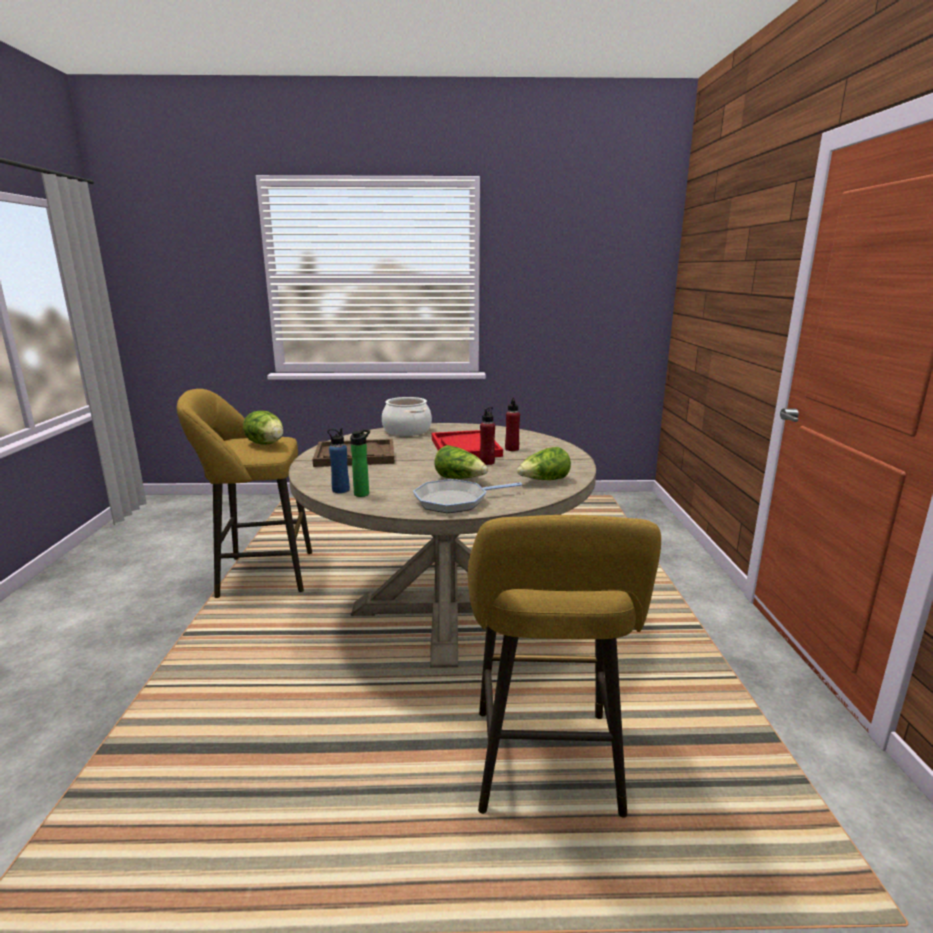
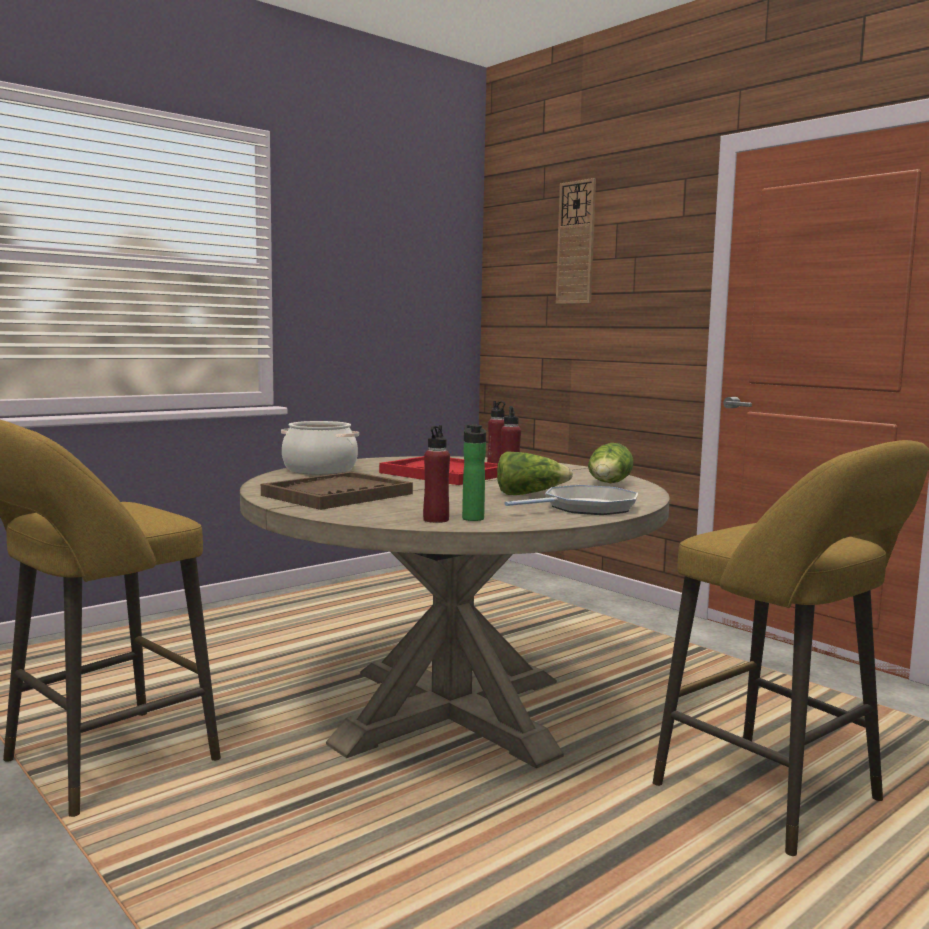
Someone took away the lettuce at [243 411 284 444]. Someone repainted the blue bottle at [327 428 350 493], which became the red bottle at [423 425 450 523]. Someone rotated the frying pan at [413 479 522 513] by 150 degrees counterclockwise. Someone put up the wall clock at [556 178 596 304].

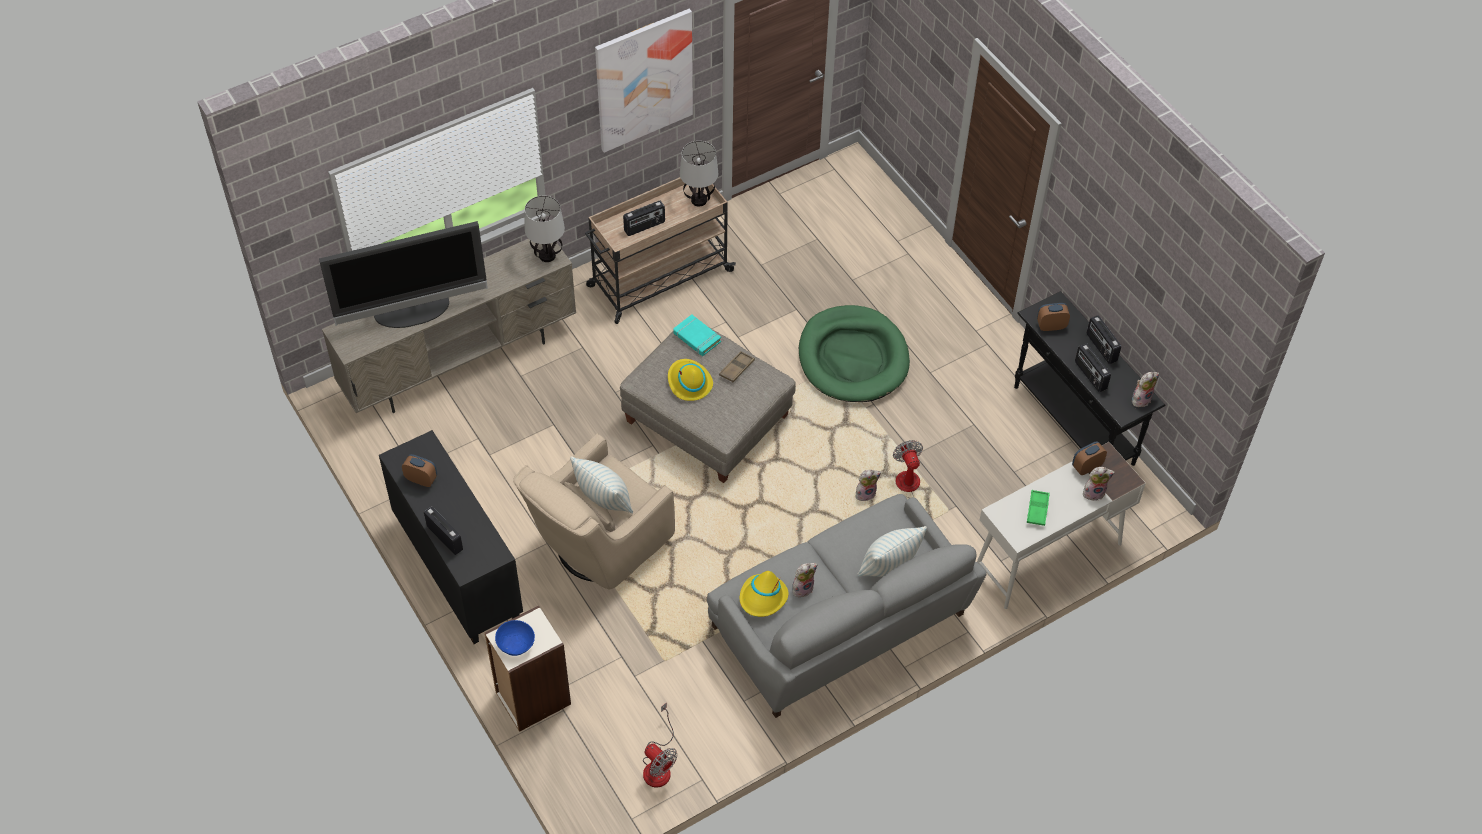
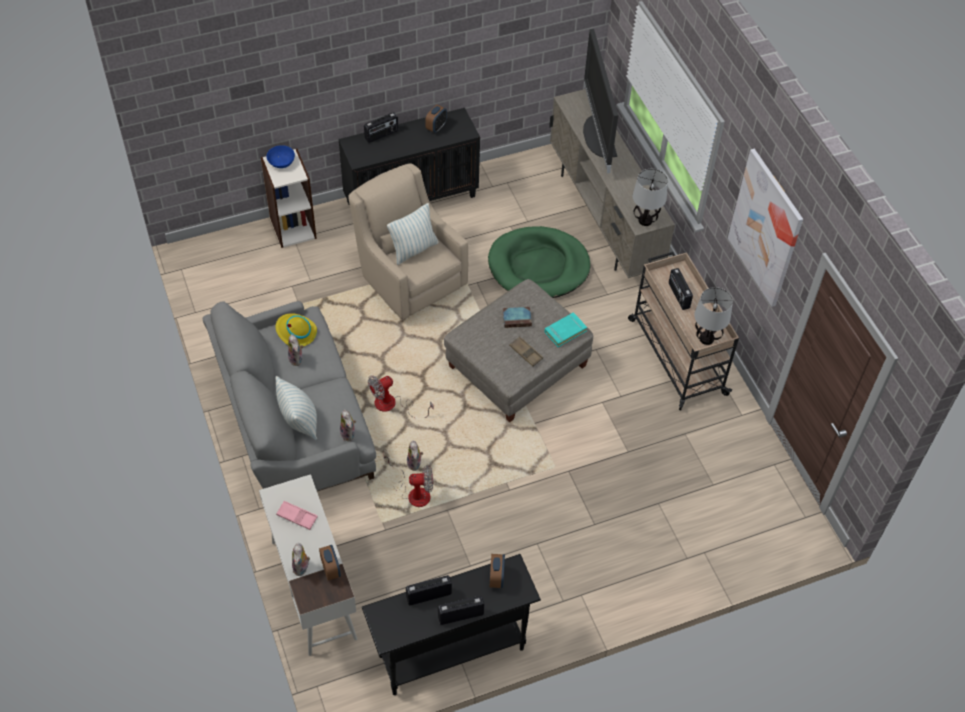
Someone carried the green dog bed from [799 305 910 402] to [488 226 590 298]. Someone swapped the yellow hat at [668 359 713 401] for the book at [503 307 532 328]. Someone carried the plush toy from [1132 372 1159 407] to [340 409 356 441]. Someone repainted the green tray at [1027 490 1050 526], which became the pink tray at [276 501 318 530]. Someone carried the fan from [643 702 677 788] to [368 376 434 418].

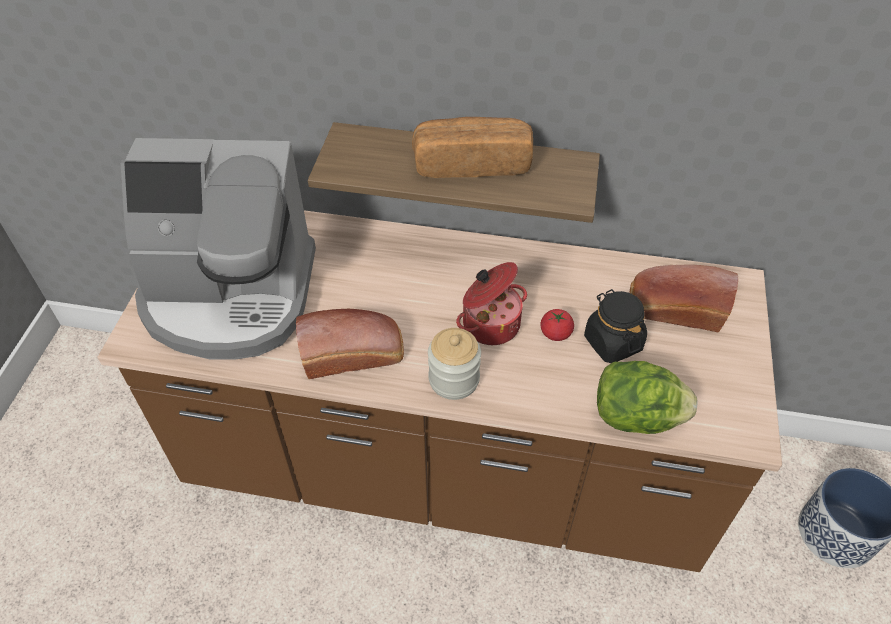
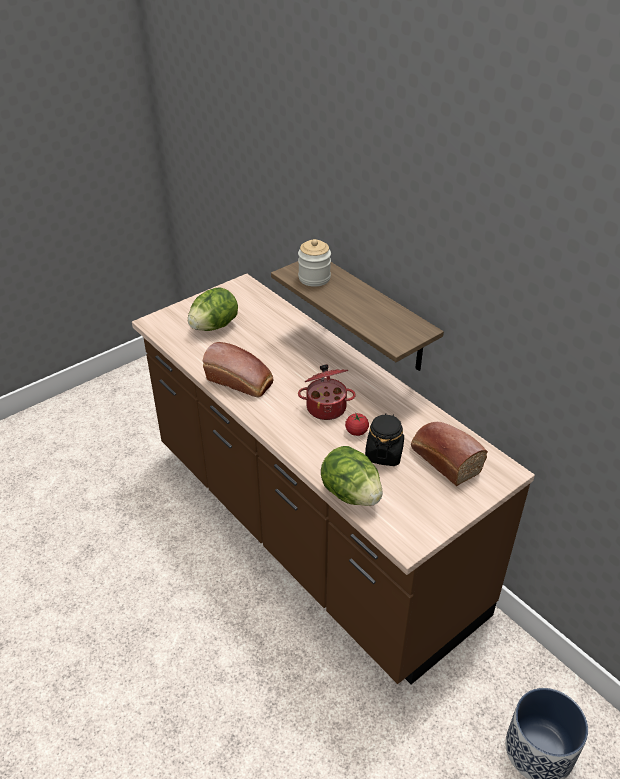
Someone took away the bread at [412 117 533 178]. Someone swapped the coffee machine at [121 138 316 360] for the lettuce at [188 288 238 331]. Someone carried the jar from [428 328 481 400] to [298 239 331 287].

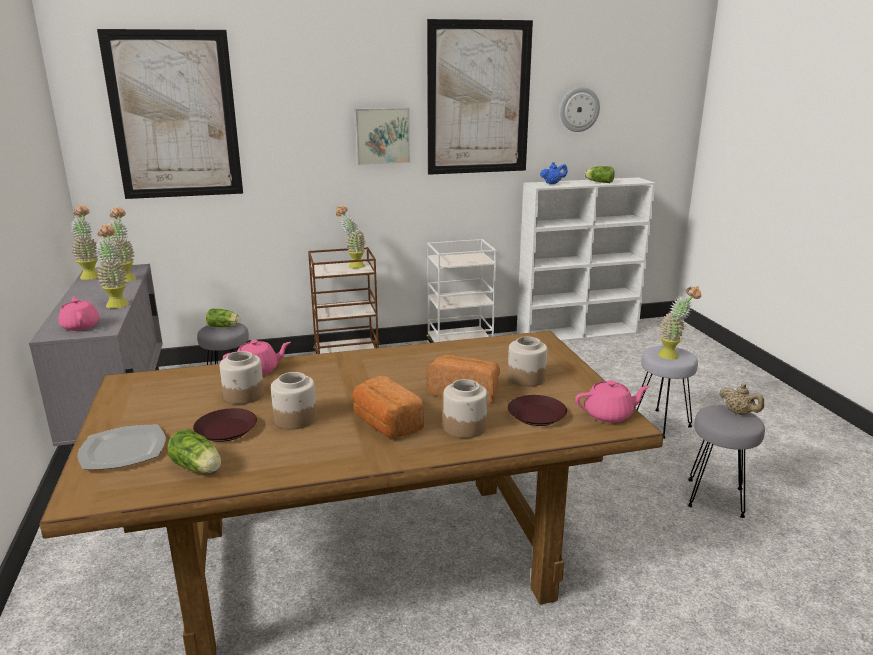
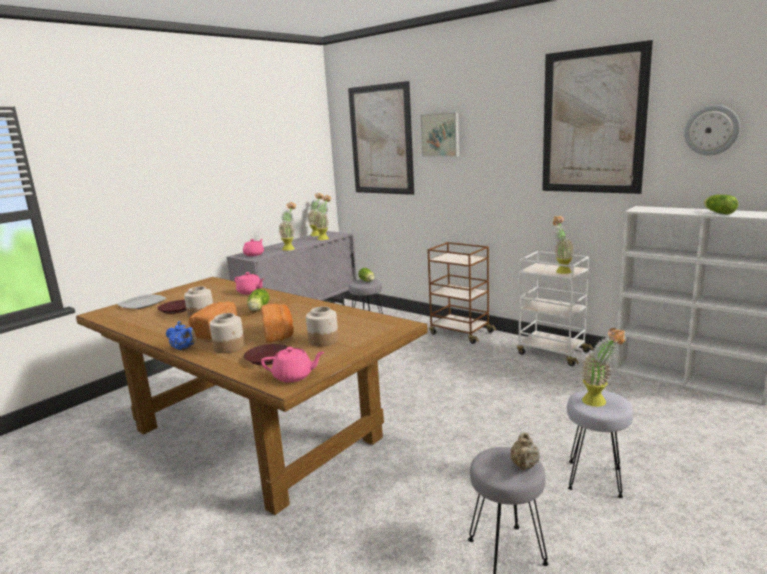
Someone carried the picture from [355 108 410 165] to [421 112 459 157]. Someone carried the blue teapot from [540 162 568 184] to [166 321 196 350]. Someone carried the potted plant from [336 206 366 269] to [553 216 574 274]. Someone took away the jar at [220 351 264 404]. Someone rotated the pink teapot at [575 380 650 423] by 45 degrees counterclockwise. Someone carried the lettuce from [167 429 221 473] to [247 289 270 311].

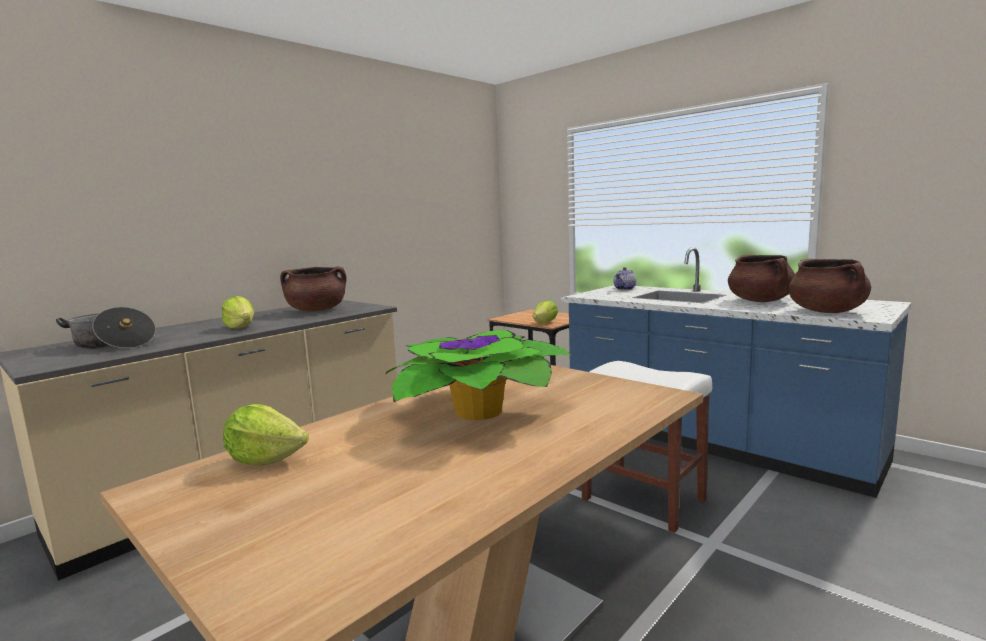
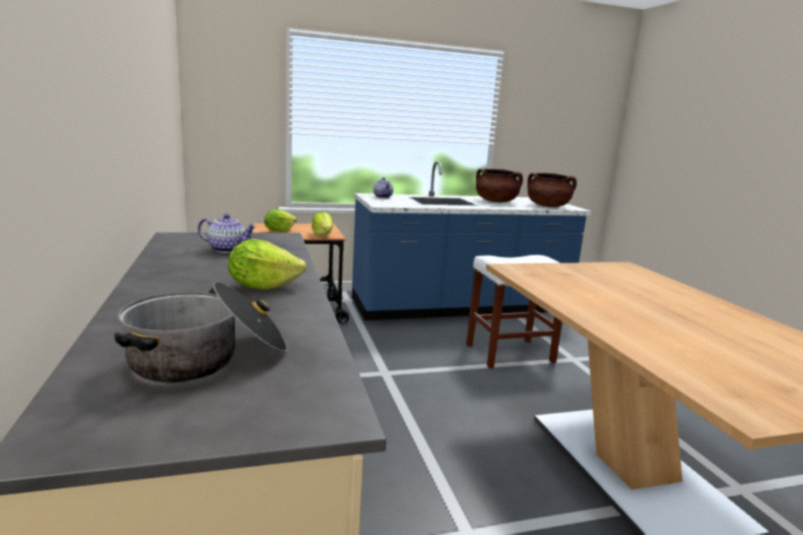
Someone swapped the brown cooking pot at [280 267 347 311] for the teapot at [198 214 257 253]. Someone took away the potted plant at [385 330 573 420]. Someone carried the lettuce from [223 404 309 465] to [264 209 297 232].

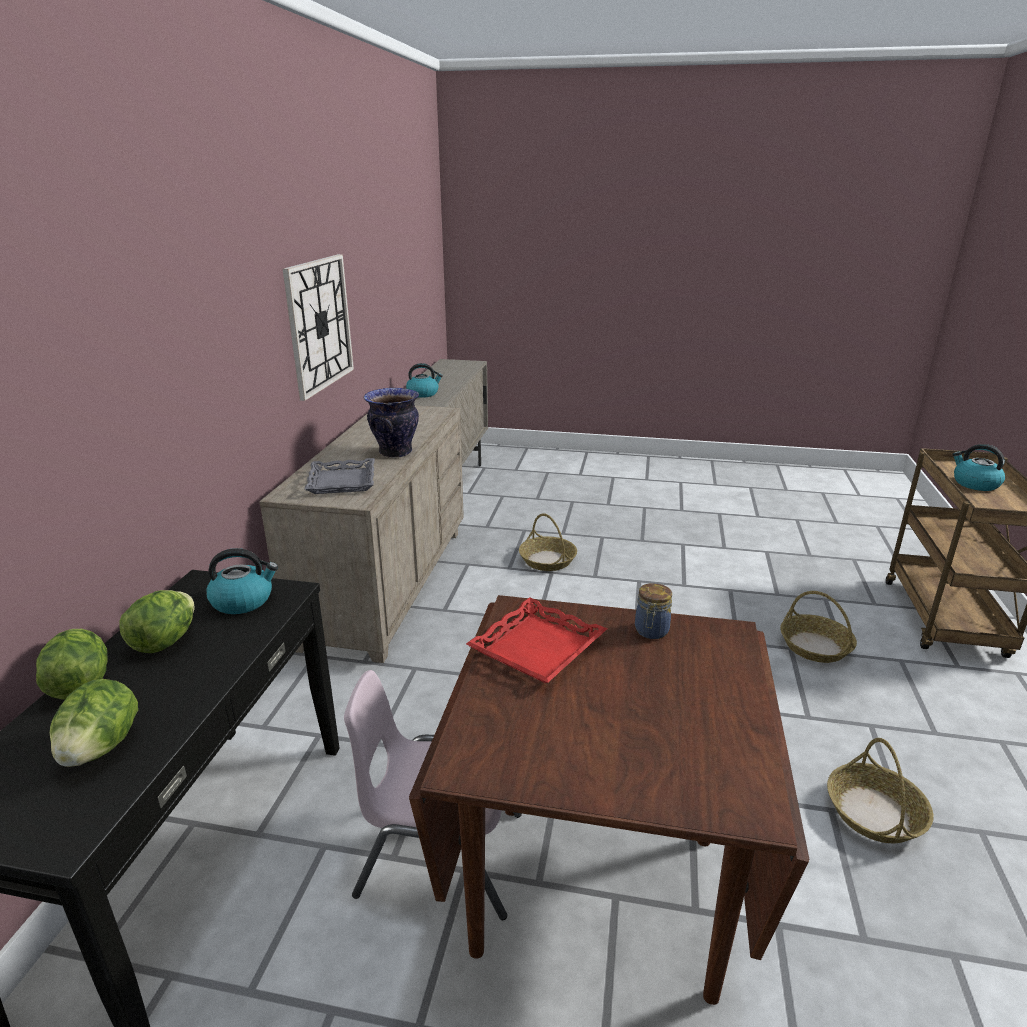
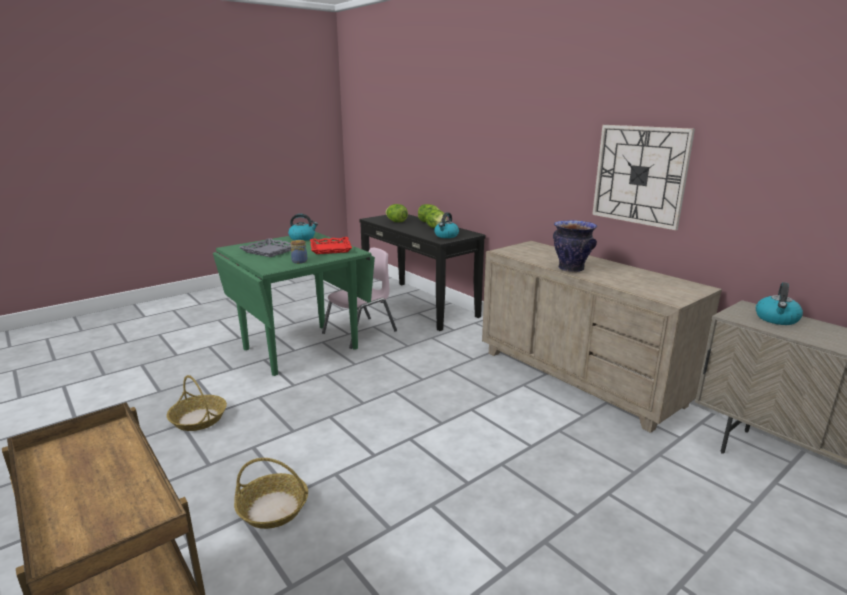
Someone carried the kettle from [952 444 1005 491] to [288 214 318 241]. Someone carried the grey tray from [305 458 375 494] to [239 238 291 257]. Someone took away the basket at [519 513 577 571]. Someone repainted the brown dining table at [409 595 809 1005], which became the green dining table at [213 232 375 376].

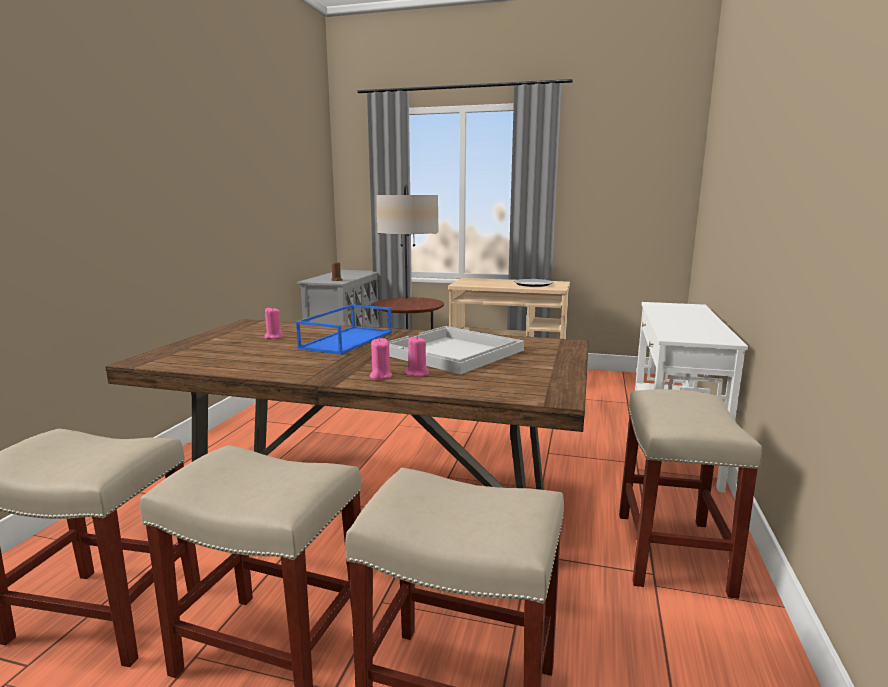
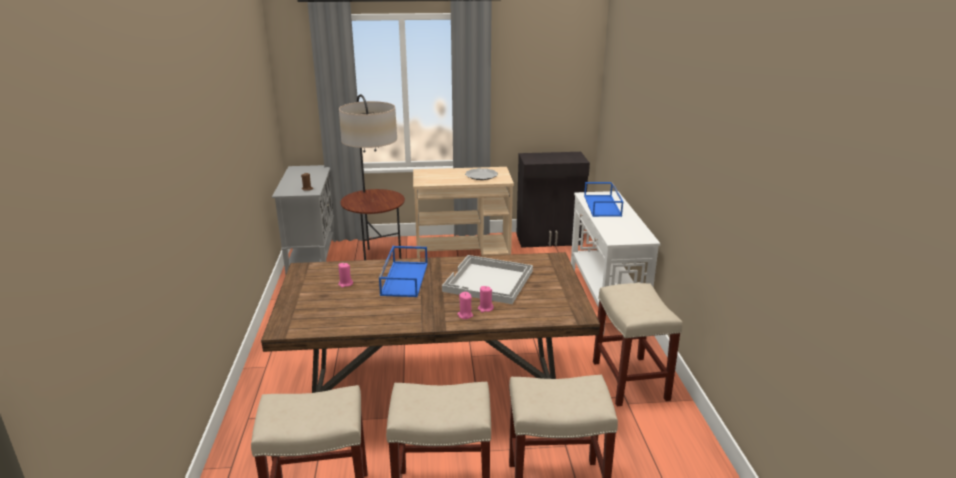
Someone put down the black cabinet at [516 152 590 248]. Someone put down the blue tray at [584 182 623 217].

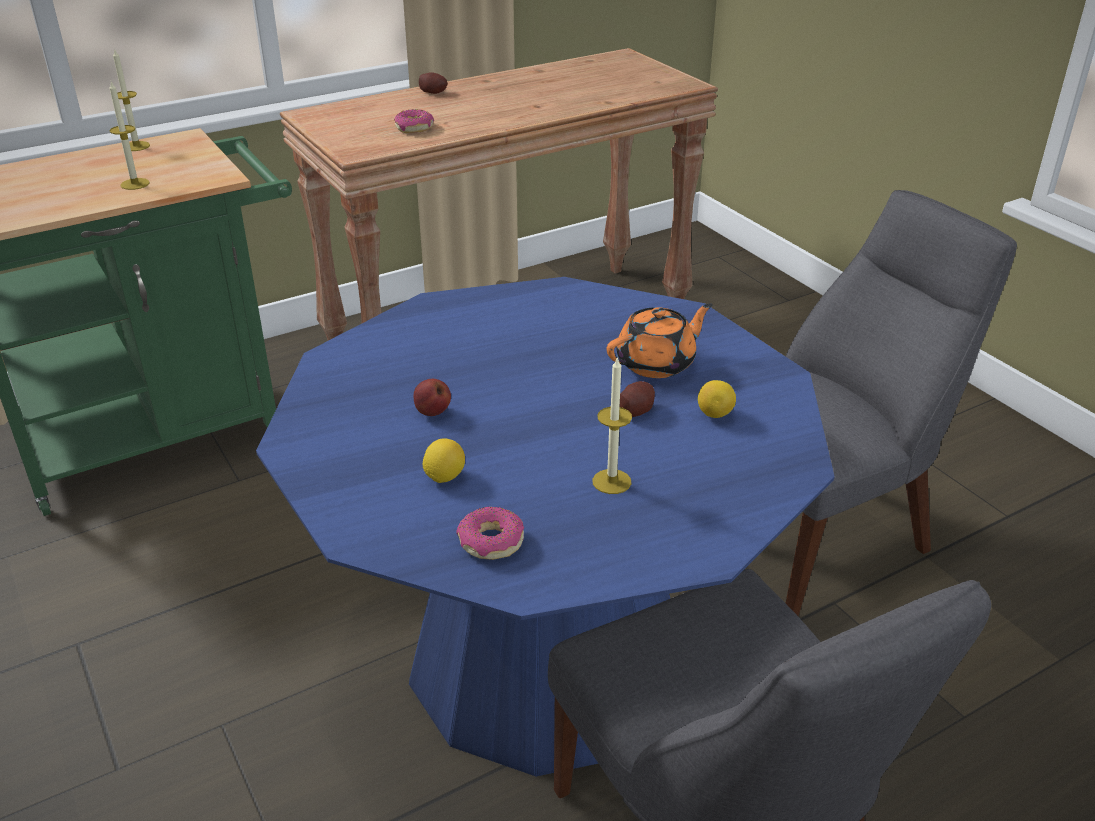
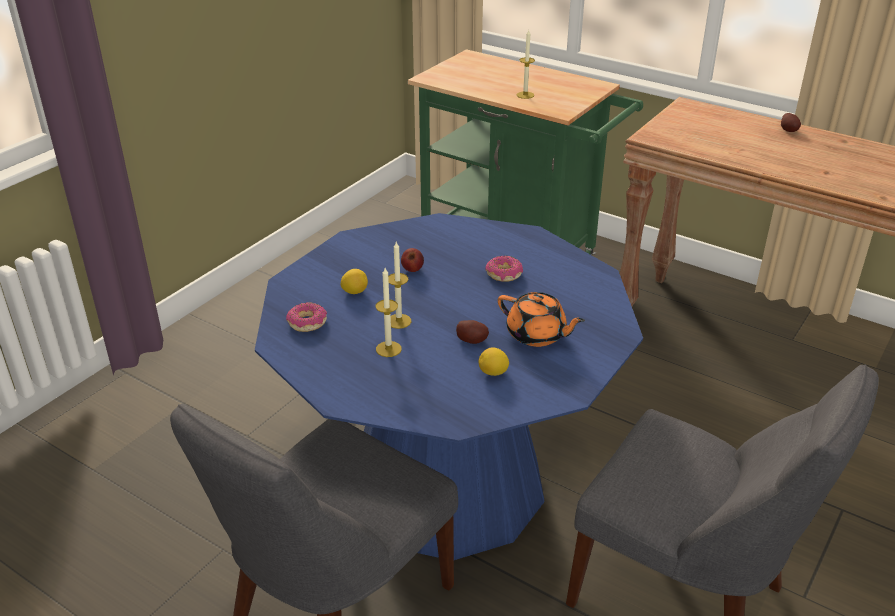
Someone carried the candle from [113 48 150 151] to [388 242 411 329]. Someone carried the donut from [394 109 434 133] to [485 256 523 282].

